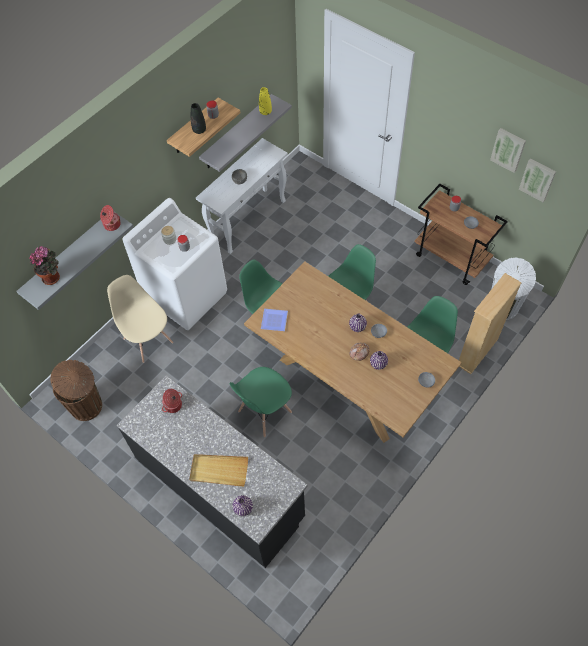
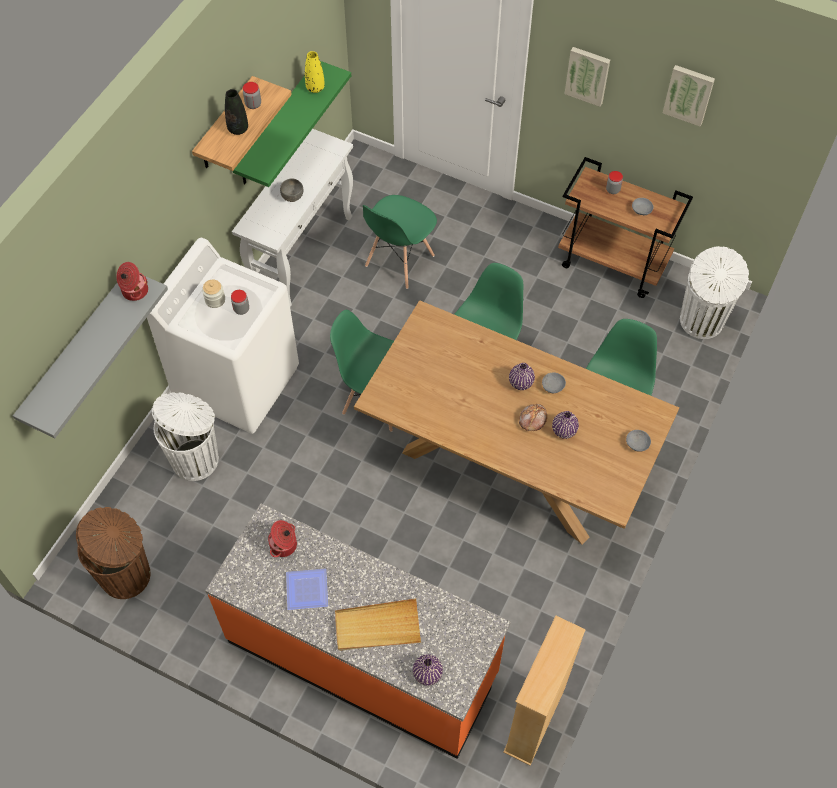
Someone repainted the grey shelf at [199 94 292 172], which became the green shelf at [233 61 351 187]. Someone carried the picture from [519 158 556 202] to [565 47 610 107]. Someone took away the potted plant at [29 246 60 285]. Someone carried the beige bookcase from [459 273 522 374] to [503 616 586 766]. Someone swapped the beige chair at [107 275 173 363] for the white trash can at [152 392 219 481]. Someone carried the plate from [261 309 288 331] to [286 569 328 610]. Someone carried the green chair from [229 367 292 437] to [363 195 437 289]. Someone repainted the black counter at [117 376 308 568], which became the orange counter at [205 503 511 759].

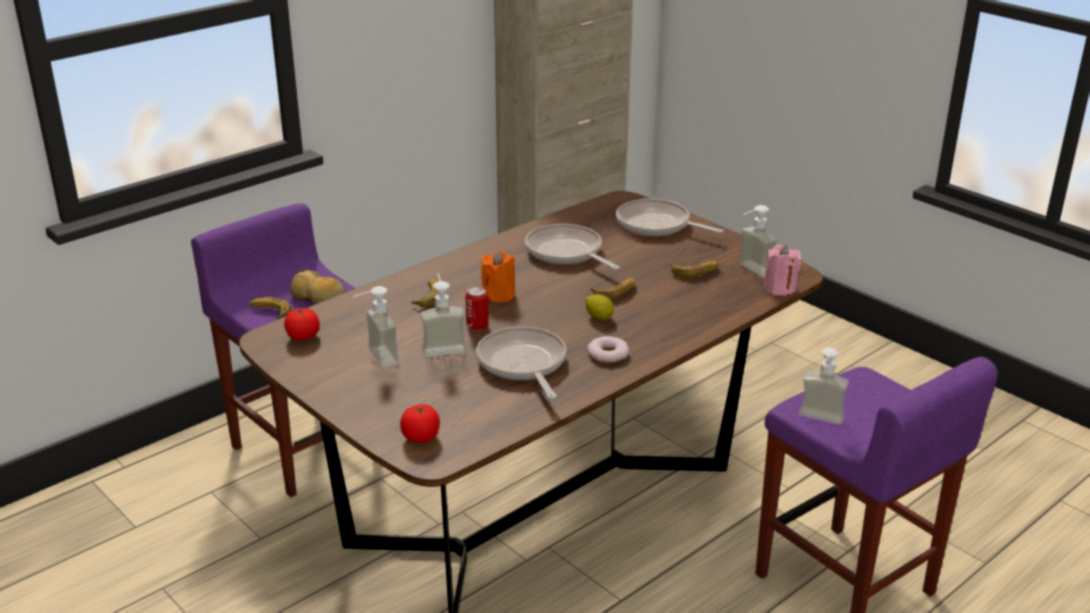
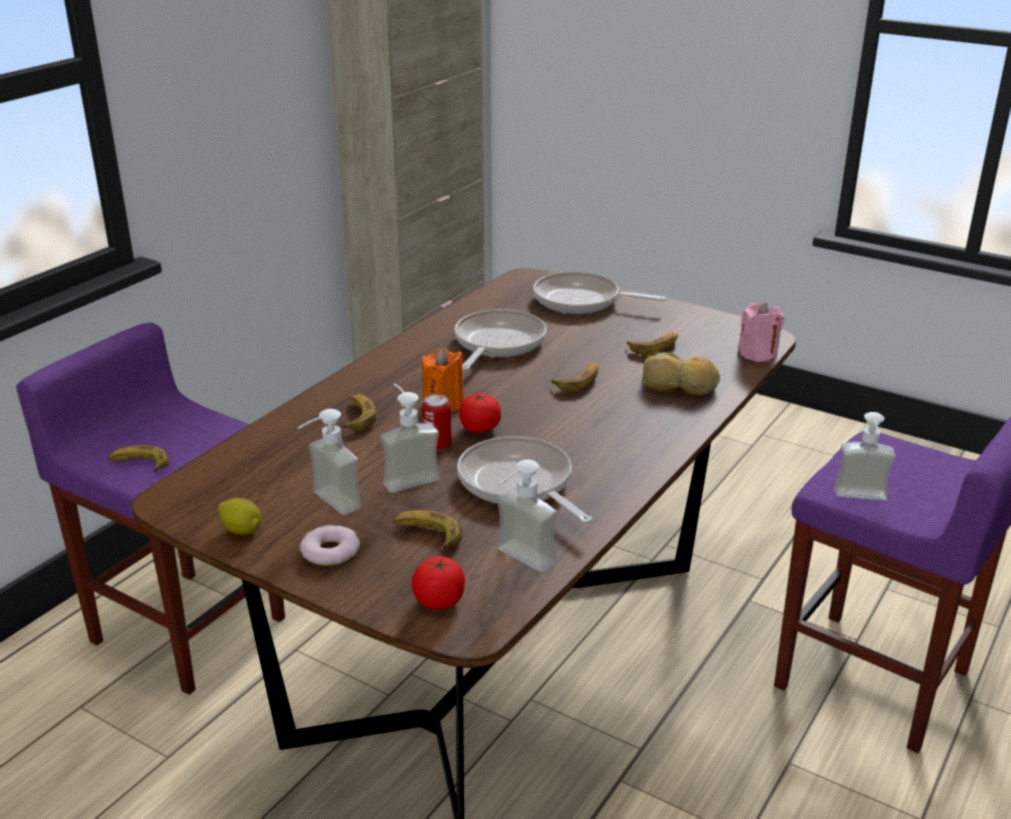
Someone carried the soap dispenser from [738 205 777 277] to [497 460 558 572]. Someone rotated the frying pan at [525 224 620 270] by 75 degrees clockwise. Someone carried the bread from [289 270 345 304] to [642 352 720 396]. Someone carried the lemon from [585 294 614 320] to [218 498 261 535]. Someone carried the tomato from [284 307 320 340] to [459 393 501 433]. Someone carried the donut from [587 336 629 363] to [300 525 360 566]. Someone put down the banana at [393 510 462 550].

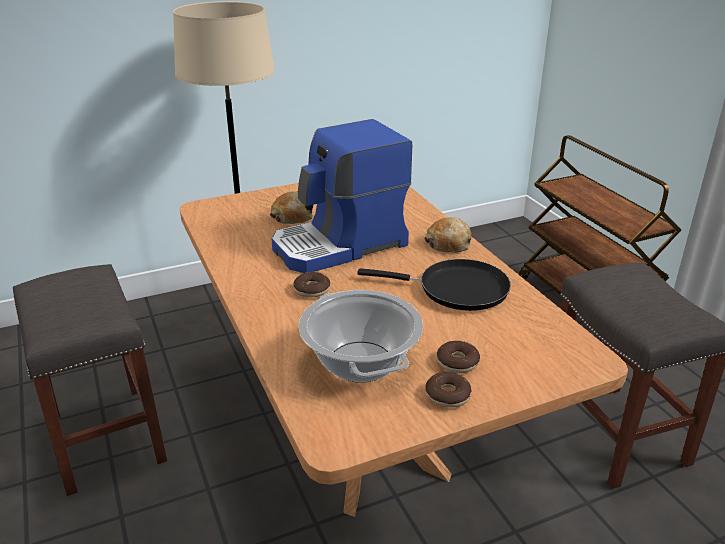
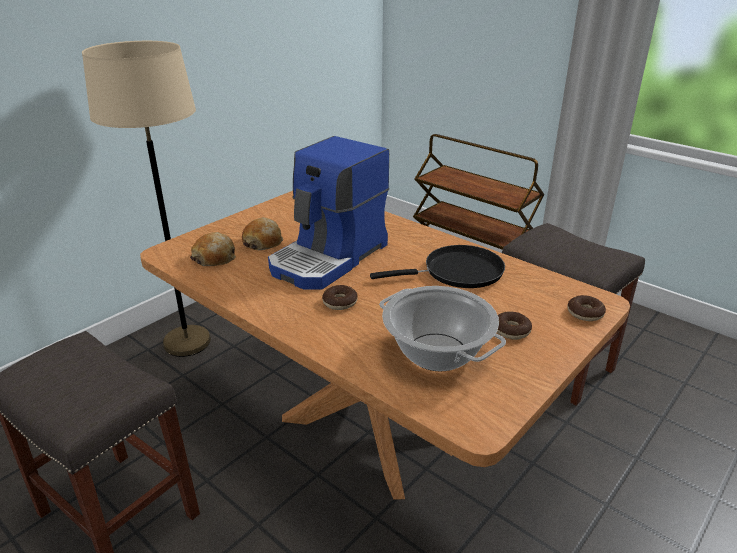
Someone carried the bread from [425 217 471 253] to [190 232 236 266]. Someone carried the donut from [425 372 472 408] to [567 295 606 321].

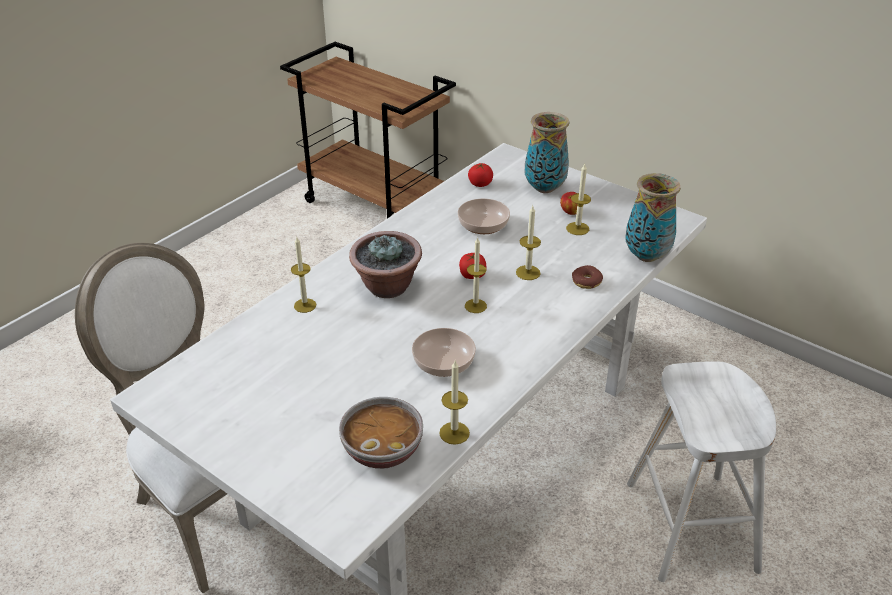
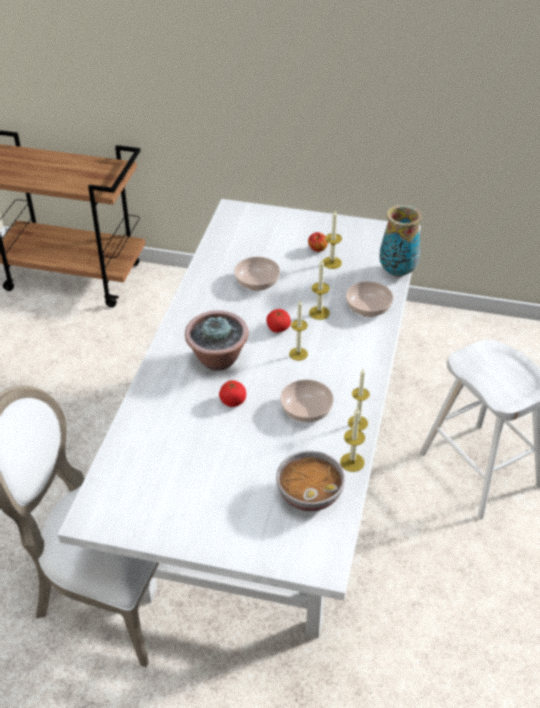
Someone took away the vase at [525 112 570 193]. Someone carried the tomato from [468 163 493 187] to [219 380 246 407]. Someone carried the candle from [291 237 316 313] to [348 369 370 431]. Someone swapped the donut at [572 265 603 289] for the bowl at [346 281 393 317].

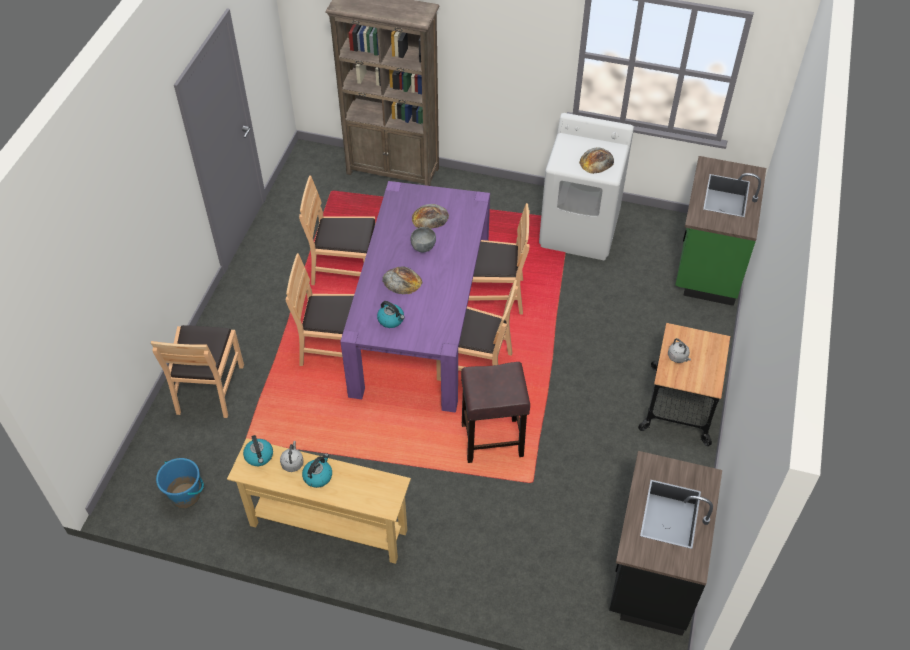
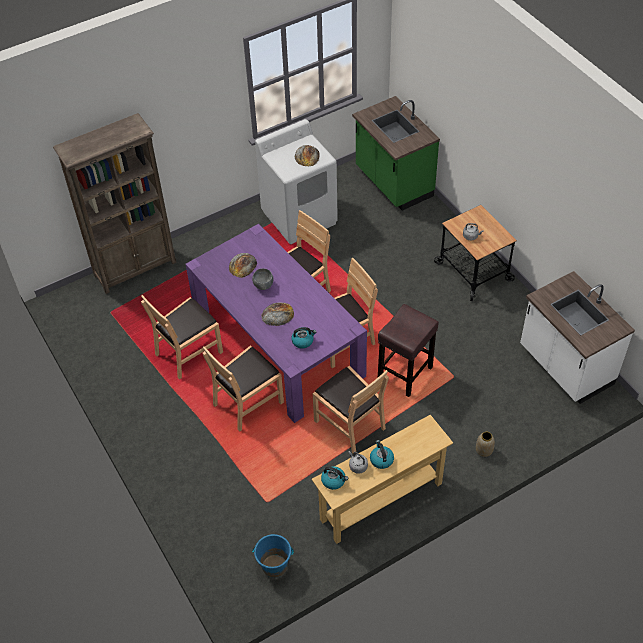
Someone carried the brown chair from [151 325 244 418] to [313 366 389 453]. Someone repainted the black counter at [609 451 722 636], which became the white counter at [520 271 635 404]. Someone put down the vase at [476 432 495 457].

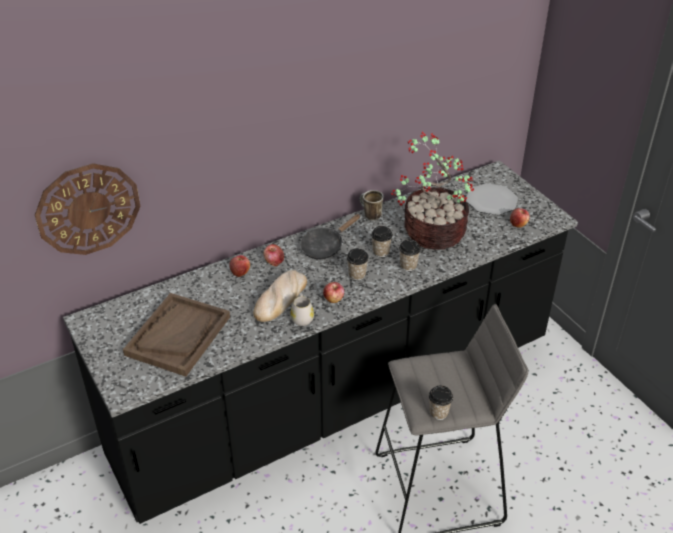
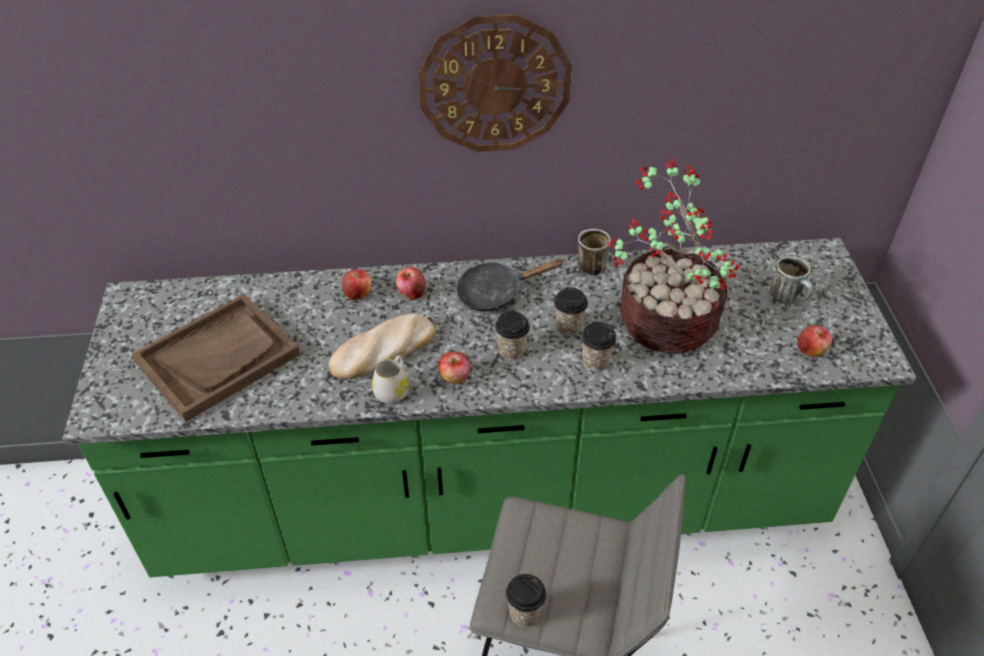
Someone repainted the black counter at [63 161 578 524], which became the green counter at [62 238 916 577]. Someone carried the wall clock from [35 163 140 255] to [418 14 572 152]. Someone swapped the plate at [466 183 518 215] for the mug at [771 256 813 304].

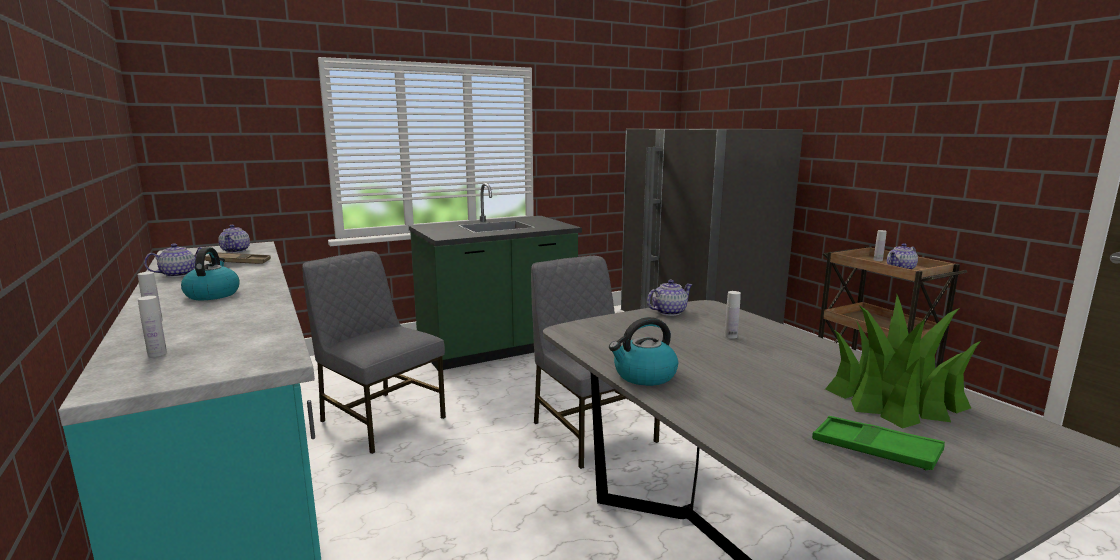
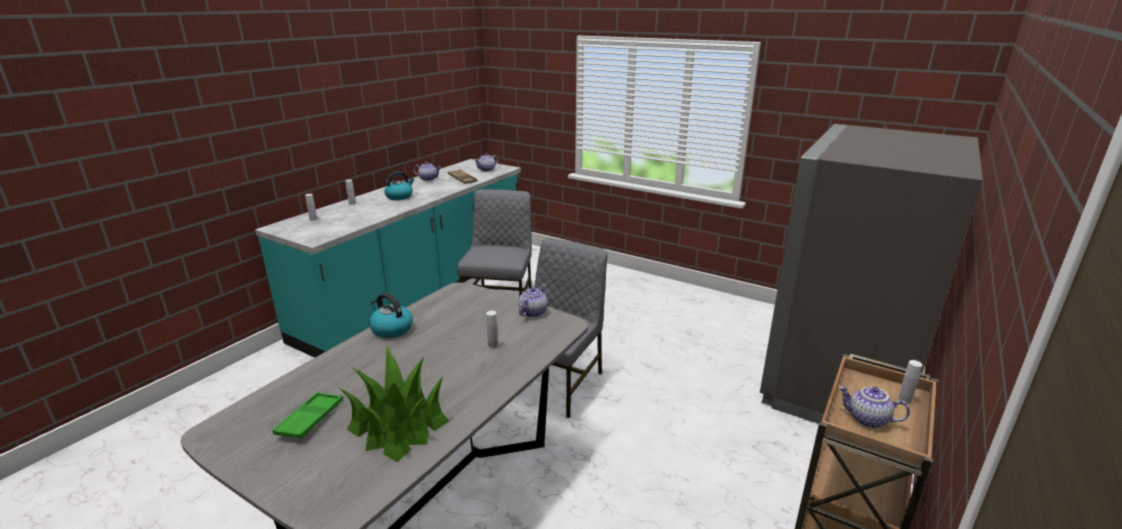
Someone took away the green counter at [409 183 582 370]. Someone rotated the teapot at [647 280 692 316] by 90 degrees counterclockwise.

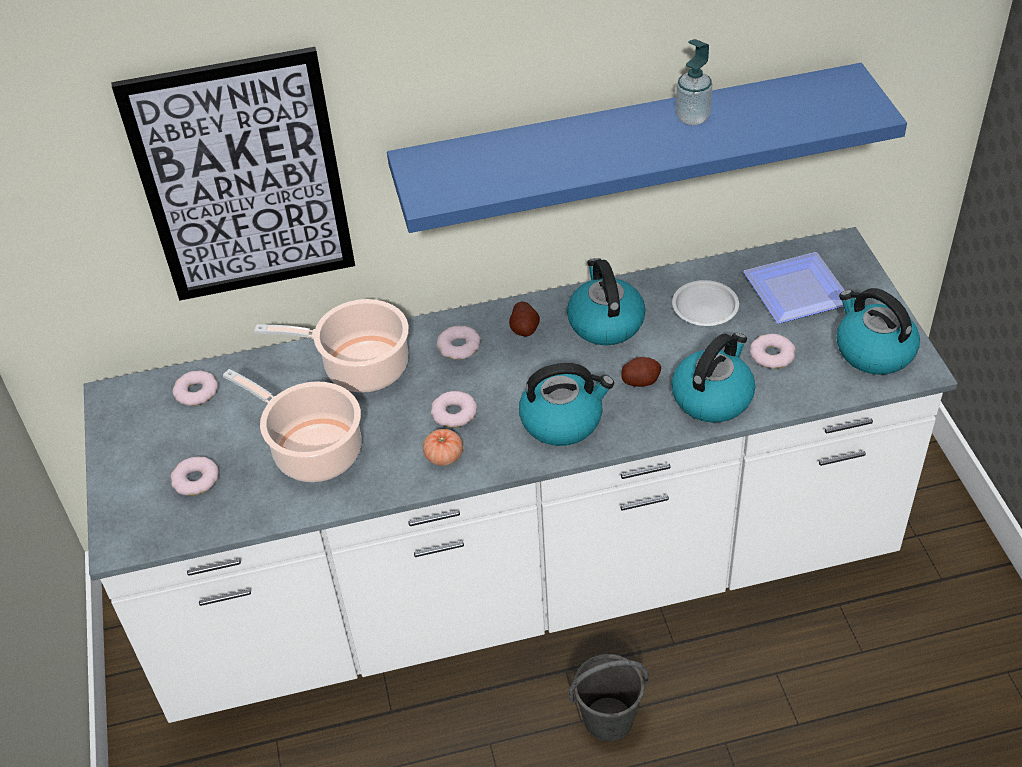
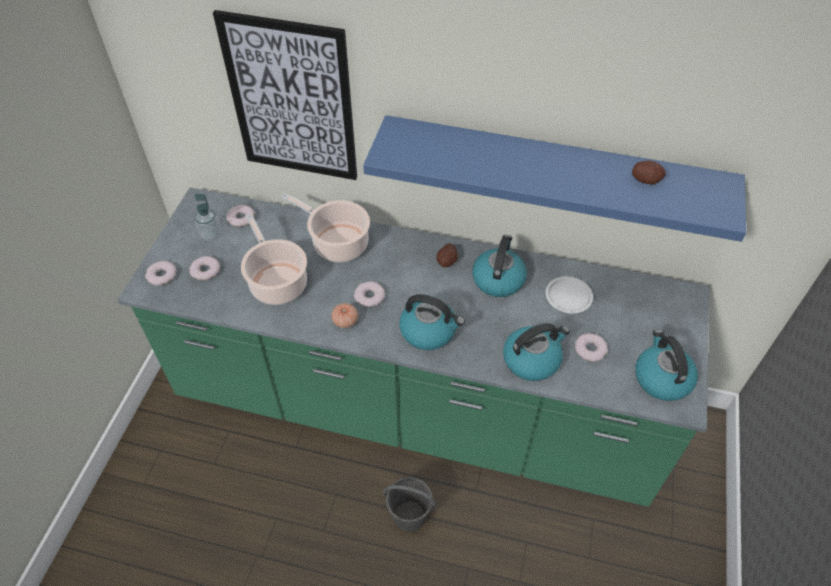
Someone carried the soap dispenser from [676 39 712 125] to [194 194 220 240]. Someone repainted the white counter at [84 227 958 723], which became the green counter at [118 187 709 507]. Someone took away the plate at [743 252 845 324]. Someone carried the donut from [437 326 481 360] to [145 261 177 286]. Someone carried the potato from [621 357 661 387] to [632 160 666 185].

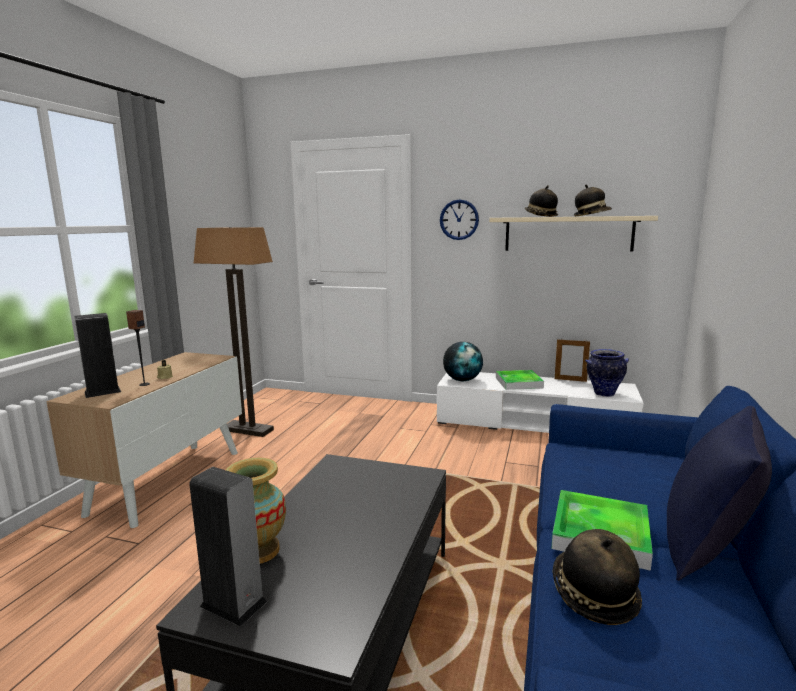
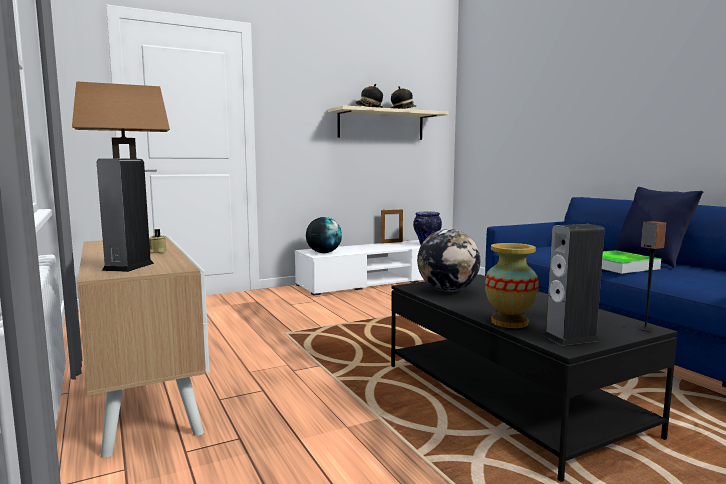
Someone took away the wall clock at [440 199 479 240]. Someone carried the speaker from [126 310 150 386] to [637 221 667 331]. Someone took away the tray at [496 370 544 390]. Someone took away the hat at [552 529 642 625]. Someone put down the globe at [417 229 480 292].

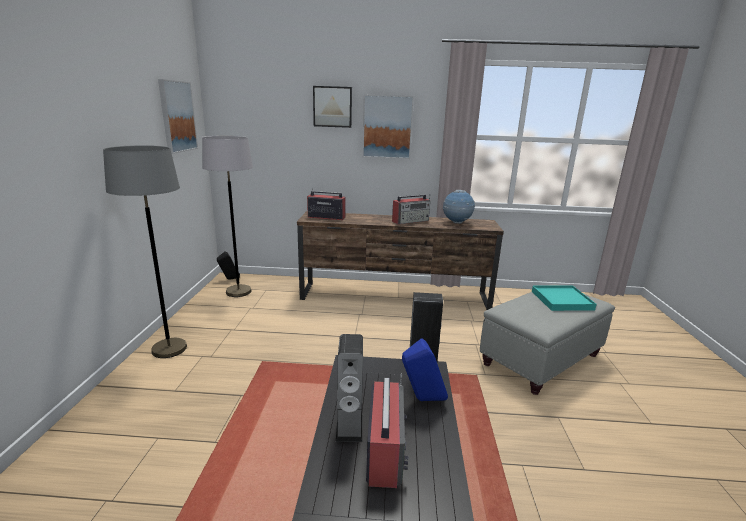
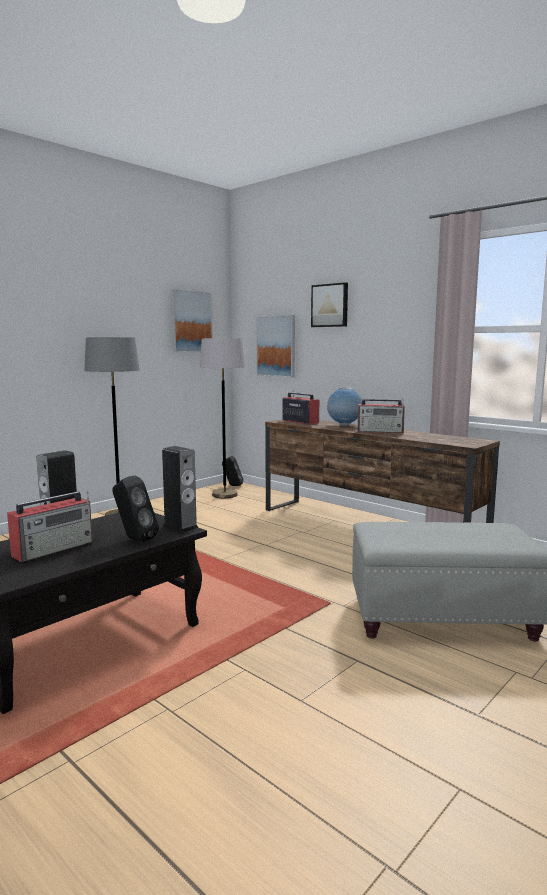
Someone carried the picture from [362 95 414 159] to [256 315 295 378]. Someone carried the globe from [443 190 475 224] to [327 387 362 426]. Someone took away the turquoise tray at [532 285 597 311]. Someone repainted the blue speaker at [402 338 448 401], which became the black speaker at [112 475 159 542].

